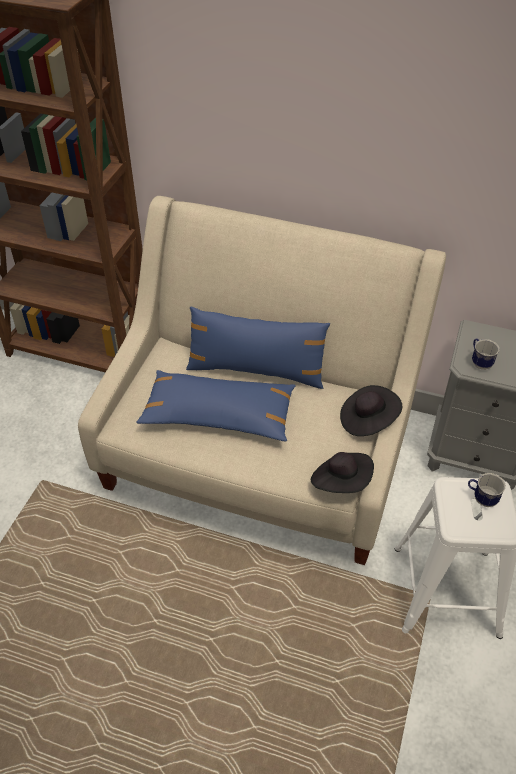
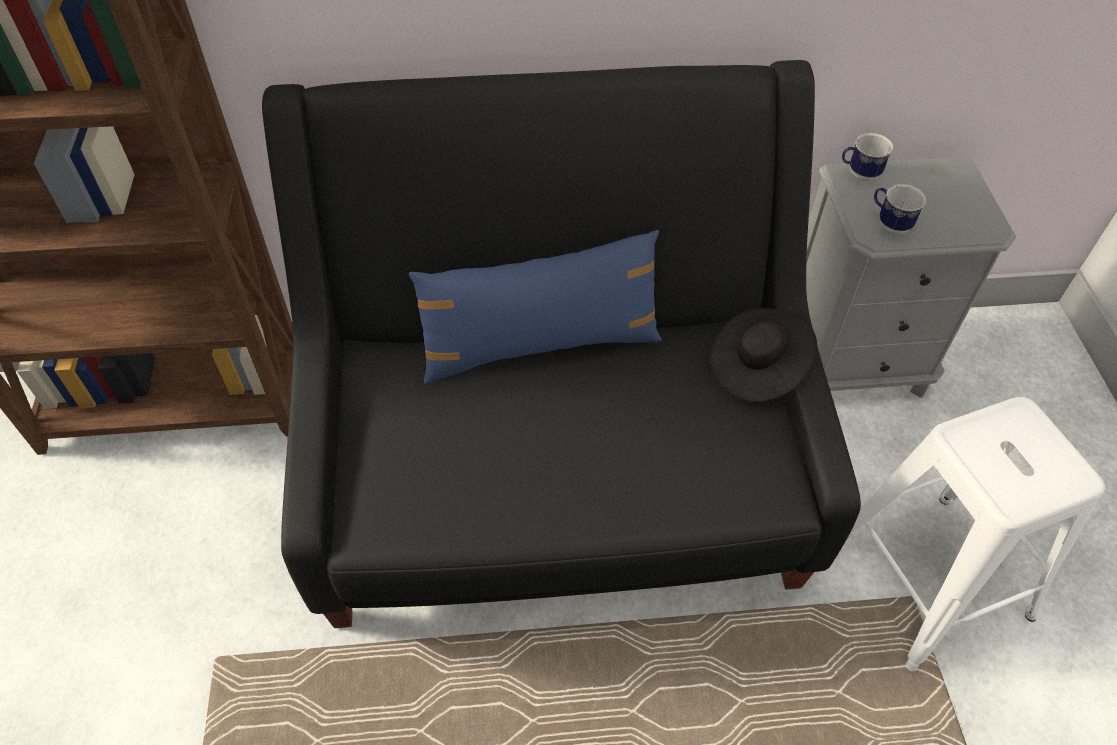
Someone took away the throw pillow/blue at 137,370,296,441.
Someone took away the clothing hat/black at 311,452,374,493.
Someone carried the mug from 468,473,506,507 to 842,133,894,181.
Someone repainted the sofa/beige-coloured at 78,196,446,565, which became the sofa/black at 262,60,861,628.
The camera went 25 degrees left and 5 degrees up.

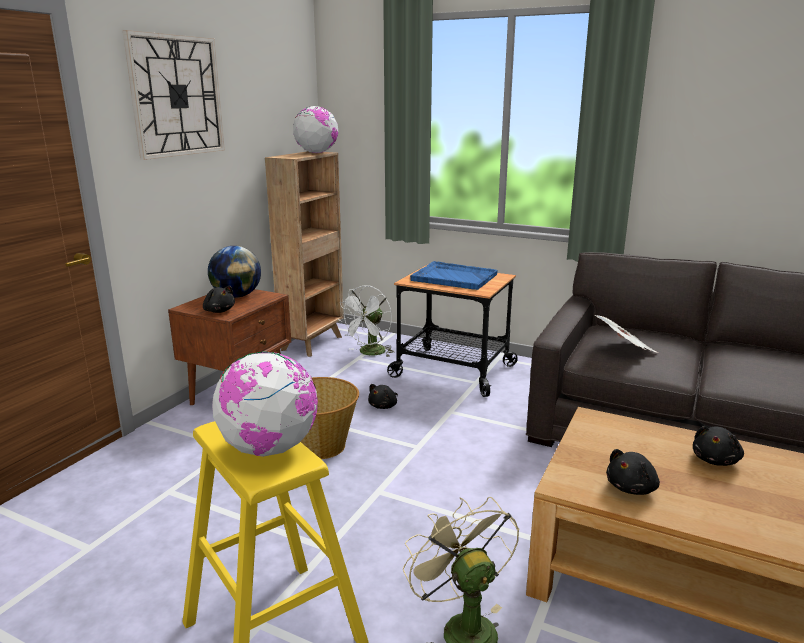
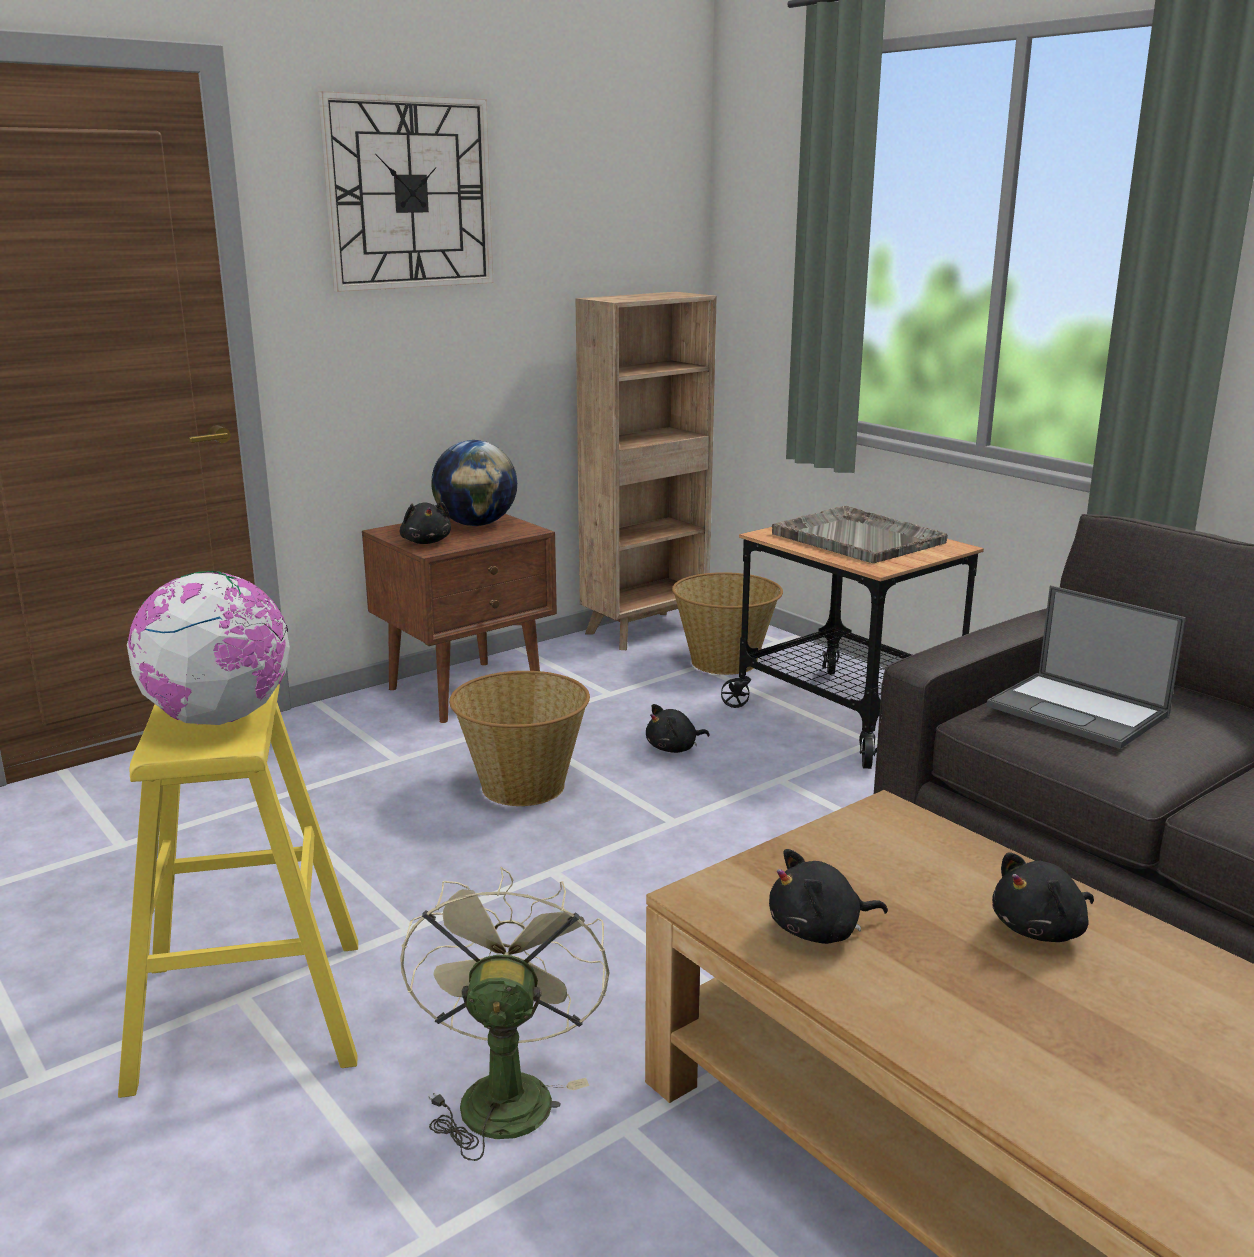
Someone took away the globe at 293,106,338,153.
Someone swapped the electric fan/whitish at 338,285,394,357 for the household basket at 672,572,783,675.
Someone swapped the printed paper at 594,315,658,353 for the laptop at 986,585,1186,749.
Someone repainted the carrying tray/blue at 410,261,498,290, which became the carrying tray/grey at 772,506,948,563.
The camera went 25 degrees right and 0 degrees up.

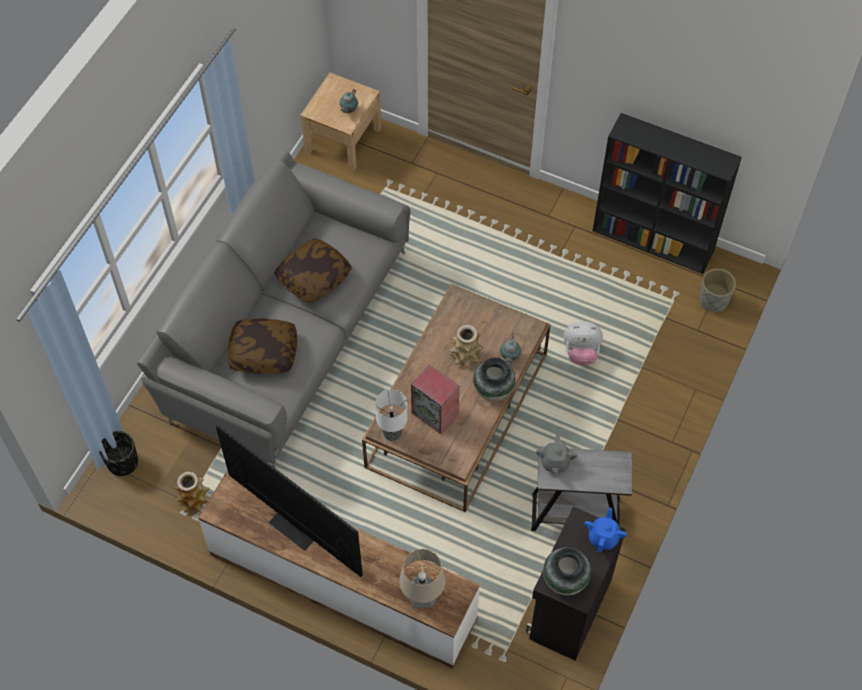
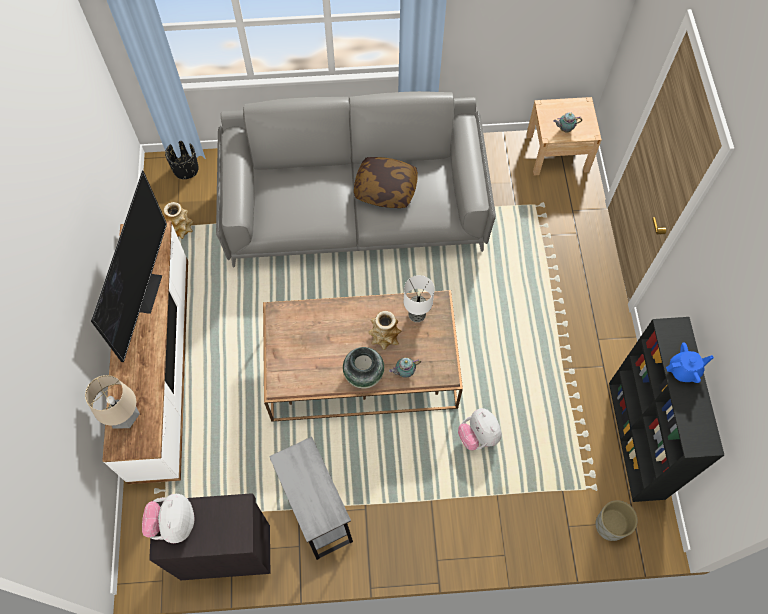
Someone took away the throw pillow at 228,319,297,374.
Someone took away the speaker at 411,365,459,434.
Someone took away the tea pot/grey at 536,435,577,473.
Someone carried the table lamp from 375,389,408,441 to 404,275,435,322.
Someone carried the tea pot/blue from 585,507,627,553 to 666,342,714,383.
Someone swapped the vase at 543,547,591,595 for the cuddly toy at 142,494,194,543.
The camera went 60 degrees right and 5 degrees up.

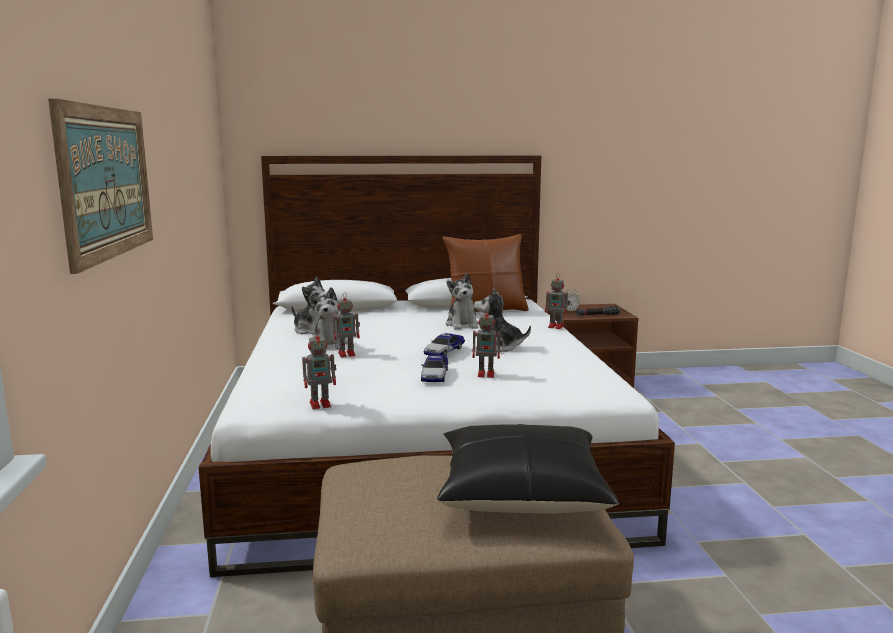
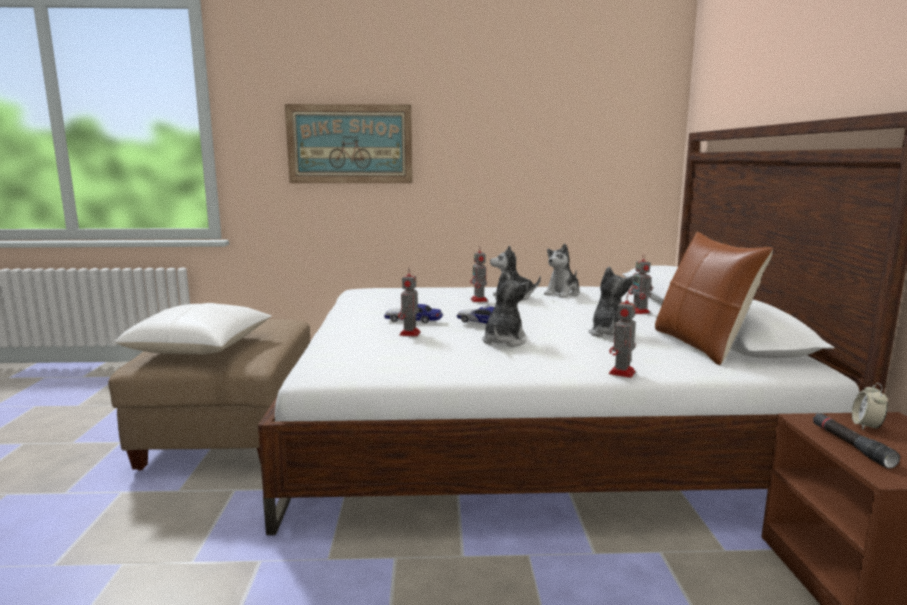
Someone carried the robot figure from 302,329,336,409 to 628,254,653,314.
Someone repainted the throw pillow/black at 437,424,619,514, which became the throw pillow/whitish at 115,303,272,355.
Someone rotated the cuddly toy at 446,273,479,330 by 105 degrees clockwise.
The camera went 95 degrees right and 0 degrees up.

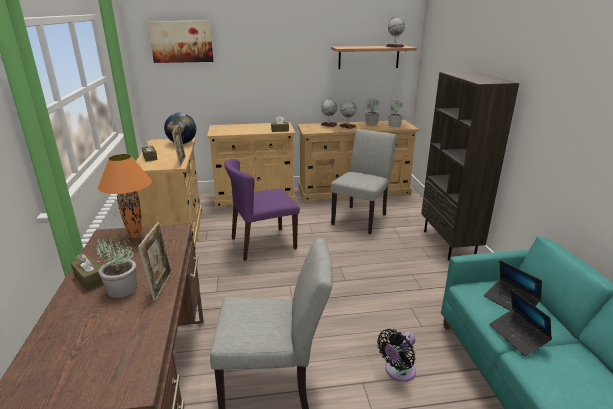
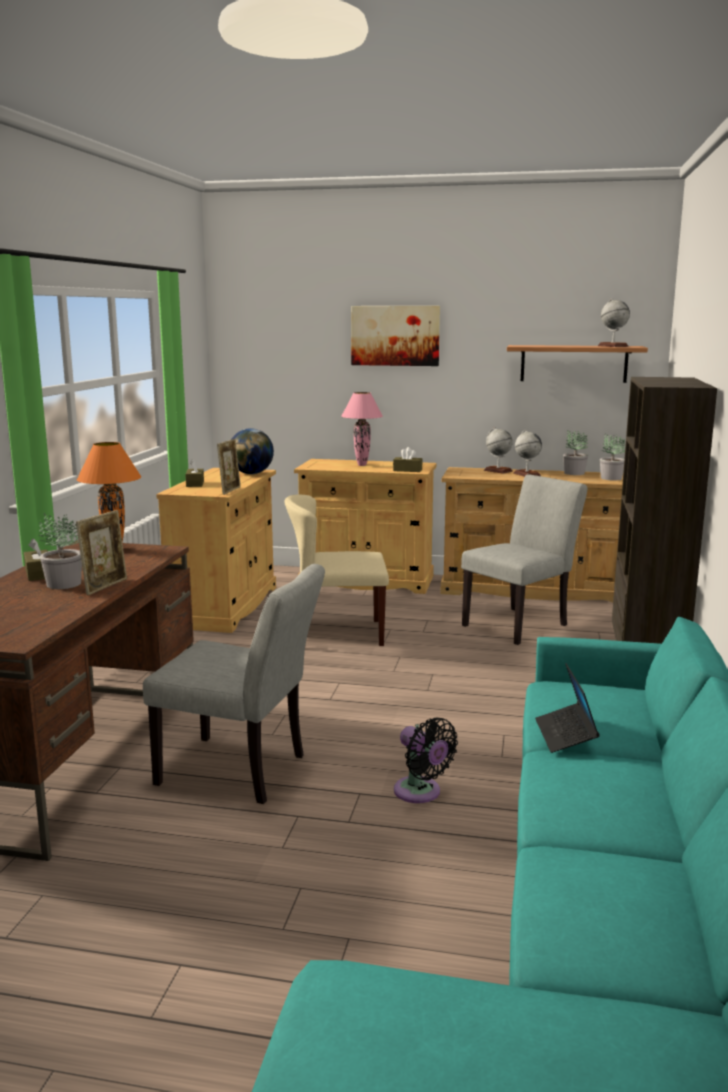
Someone took away the laptop at 484,260,542,311.
Someone put down the table lamp/pinkish at 341,392,383,466.
Someone carried the picture from 148,21,214,63 to 351,306,440,366.
Someone repainted the chair/purple at 224,159,300,261, which became the chair/beige-coloured at 284,494,389,646.
Someone rotated the electric fan/black at 377,329,416,382 by 105 degrees counterclockwise.
The camera went 20 degrees right and 10 degrees down.

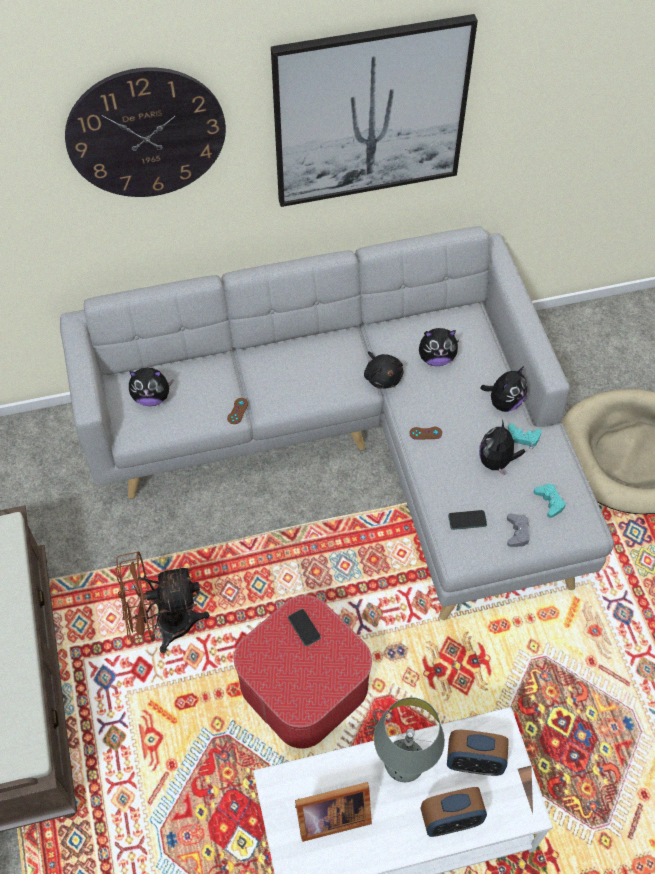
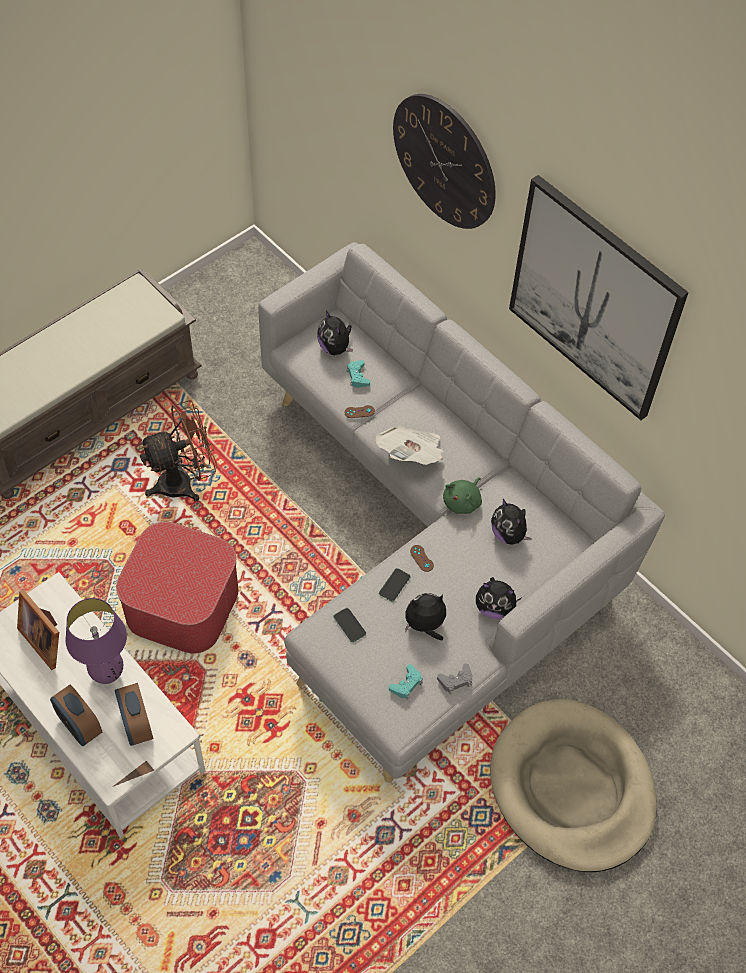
Someone put down the printed paper at 375,425,443,465.
Someone carried the handset from 288,609,321,646 to 379,568,411,602.
Someone carried the joypad/grey from 507,513,530,547 to 437,664,472,694.
Someone carried the joypad/blue-green from 508,423,542,449 to 346,360,370,388.
Someone repainted the cuddly toy/black at 364,351,403,389, which became the cuddly toy/green at 443,478,482,514.
Someone repainted the table lamp/grey at 374,697,445,782, which became the table lamp/purple at 65,598,127,684.
Someone rotated the electric fan/brown at 116,551,210,653 by 105 degrees clockwise.
The camera went 60 degrees right and 0 degrees up.

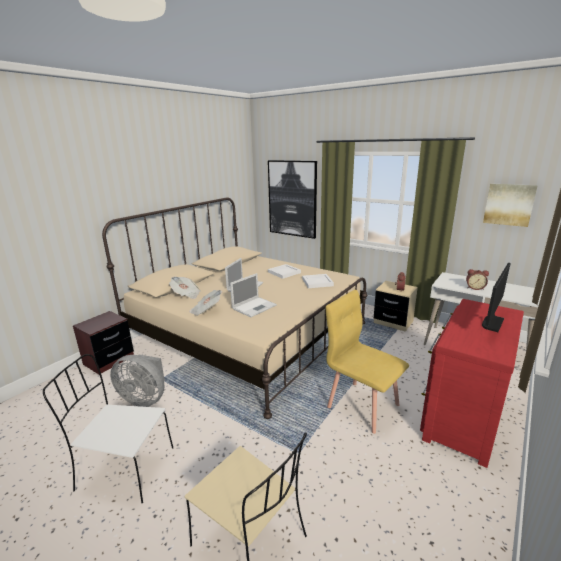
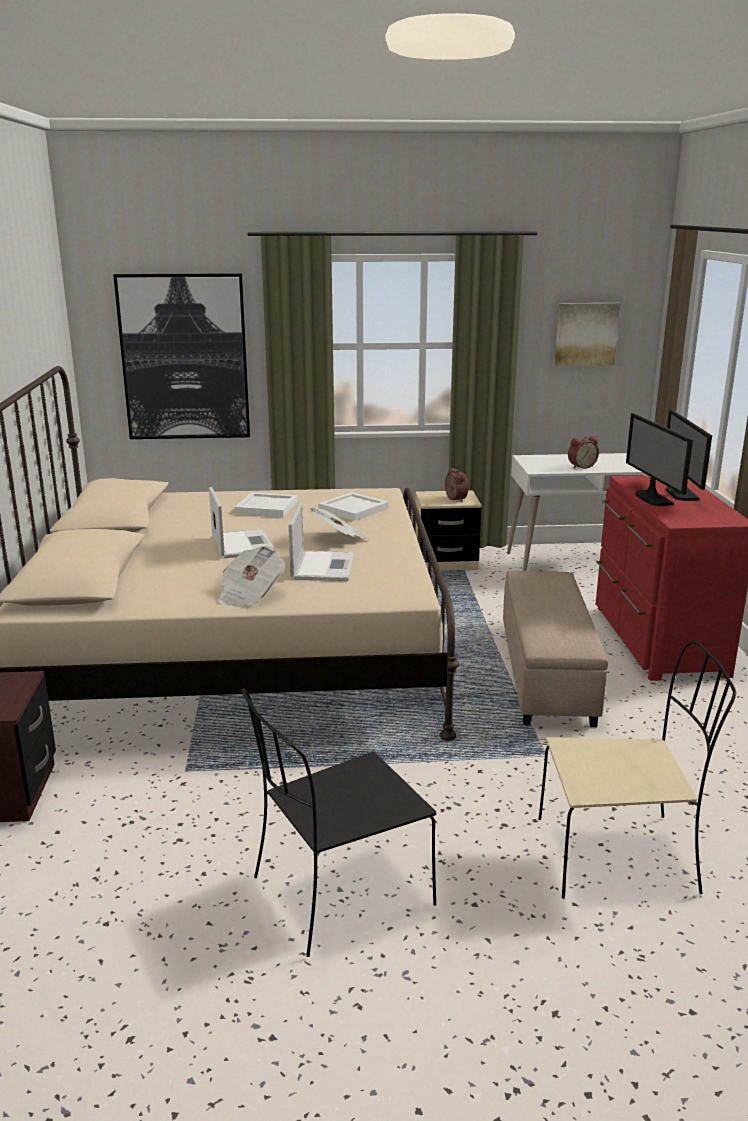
Someone took away the electric fan/grey at 110,355,165,407.
Someone put down the computer display at 626,413,693,506.
Someone carried the printed paper from 169,276,201,299 to 308,508,369,539.
Someone swapped the chair/yellowish at 326,290,409,434 for the ottoman/beige-coloured at 503,571,608,727.
Someone repainted the chair/whitish at 43,354,173,503, which became the chair/black at 241,689,436,957.
The camera went 40 degrees left and 0 degrees up.

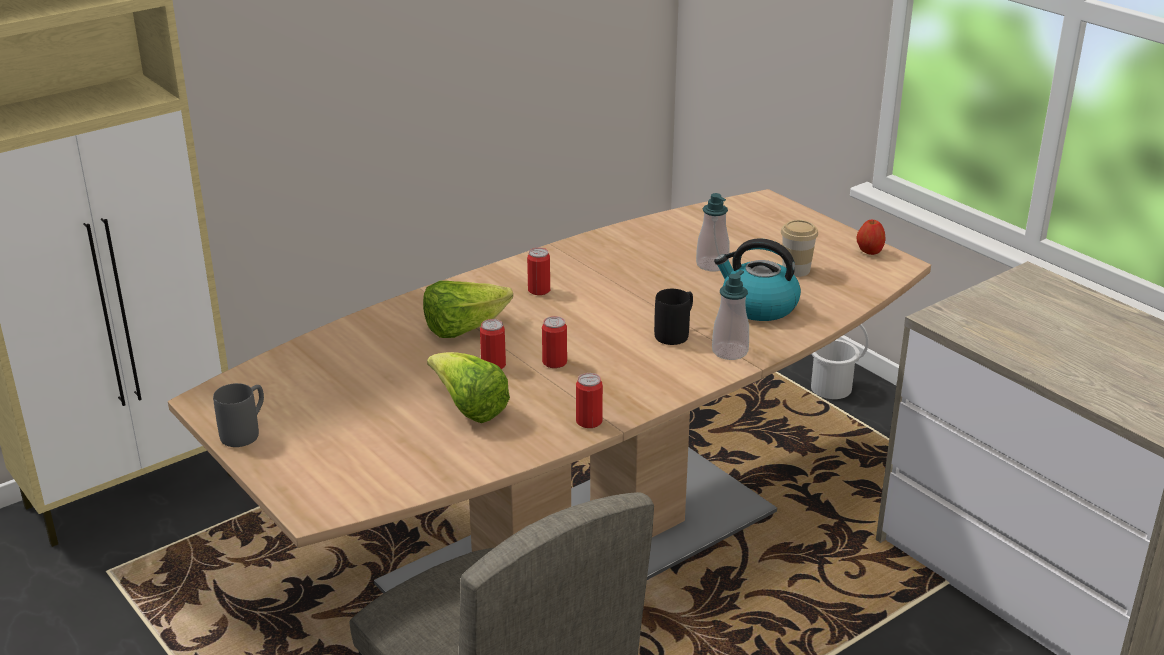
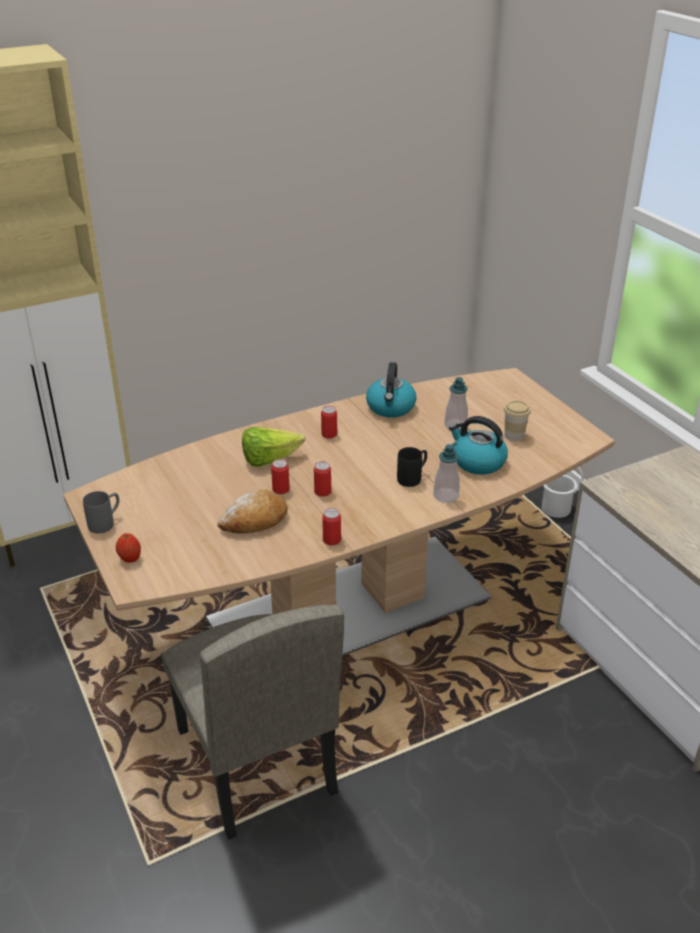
Someone put down the tea kettle at 366,362,417,417.
Someone carried the apple from 856,220,885,255 to 116,533,141,563.
Someone swapped the head of lettuce at 427,352,510,423 for the bakery bread at 217,490,288,534.
The camera went 10 degrees right and 5 degrees up.

